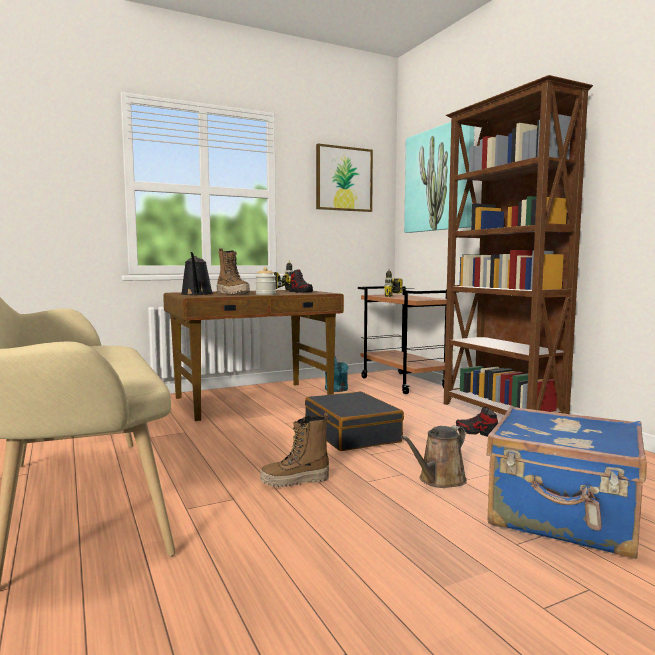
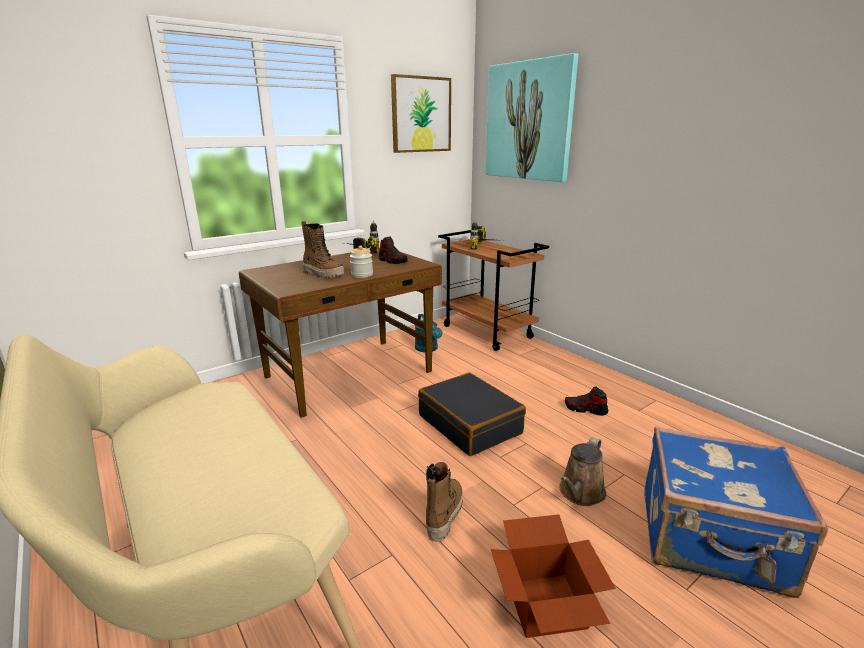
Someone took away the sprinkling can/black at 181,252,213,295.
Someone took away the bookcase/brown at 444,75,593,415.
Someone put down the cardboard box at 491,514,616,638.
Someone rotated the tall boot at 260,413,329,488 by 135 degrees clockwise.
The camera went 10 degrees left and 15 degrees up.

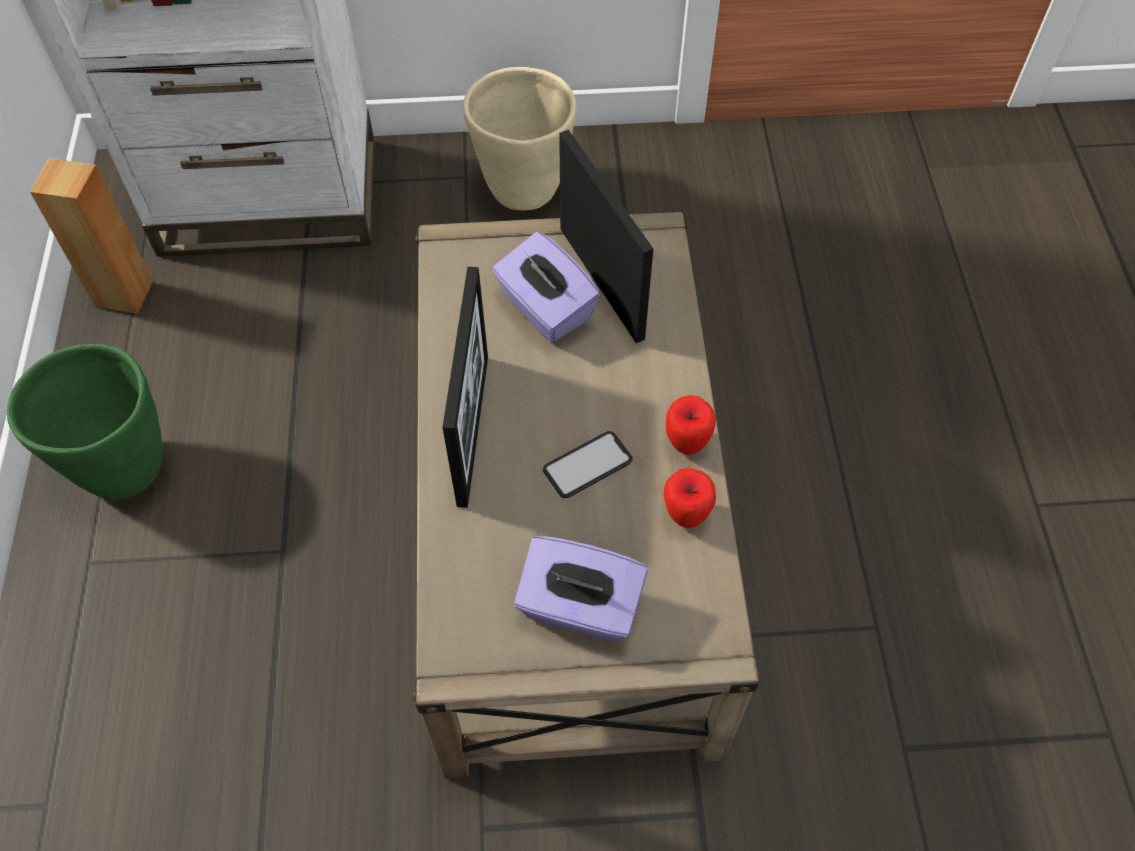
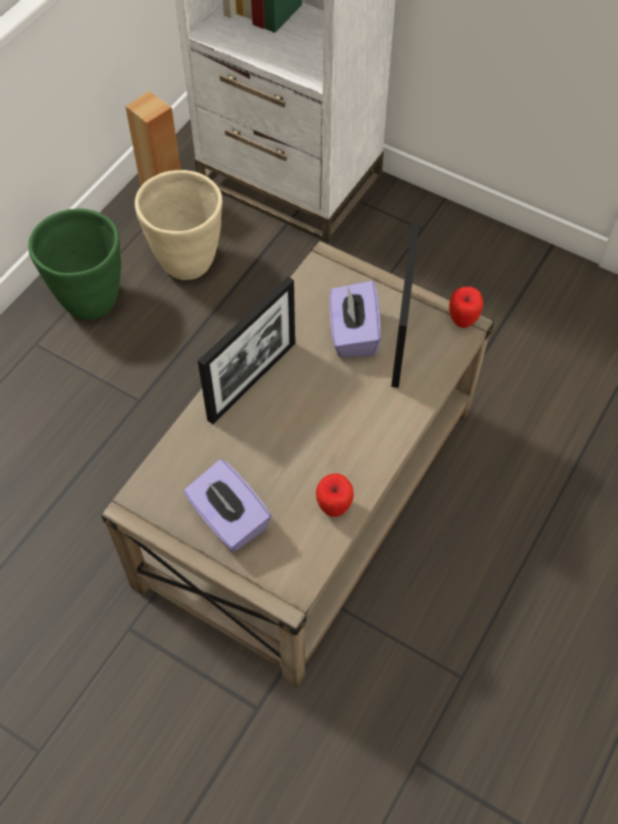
Someone took away the handset at 543,431,633,498.
Someone carried the flower pot/beige-coloured from 463,67,576,210 to 135,170,223,280.
Someone carried the apple from 666,395,716,455 to 449,287,483,328.
The camera went 35 degrees right and 0 degrees up.

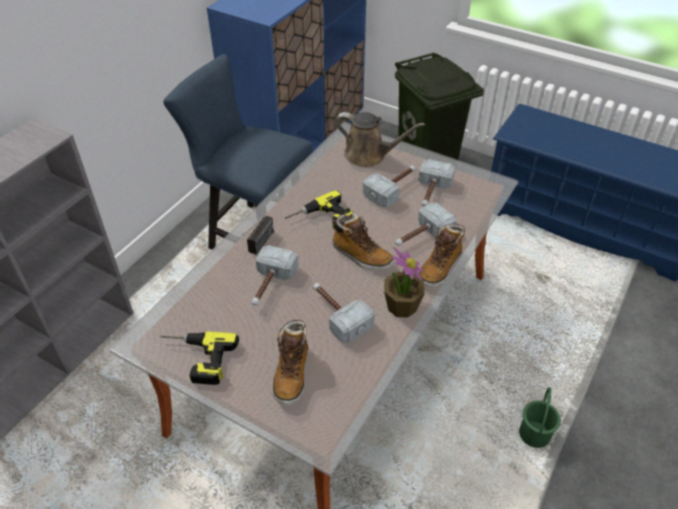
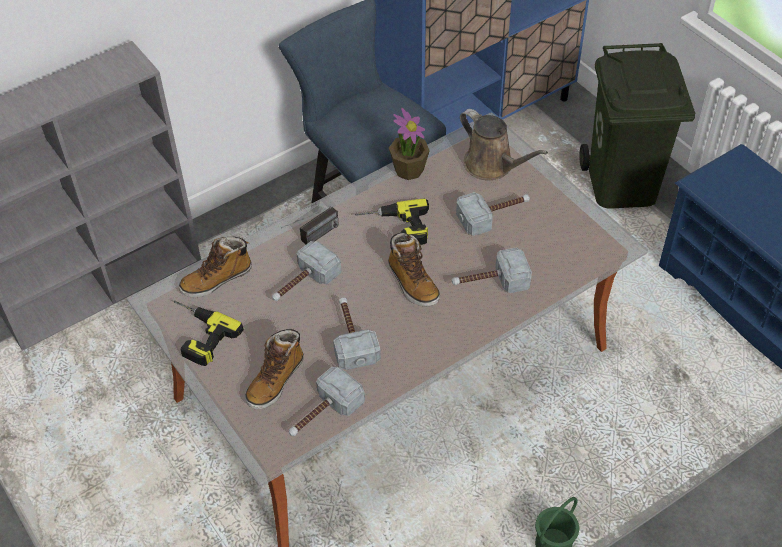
Someone carried the potted plant from 384,248,425,318 to 389,108,430,180.
Someone carried the tall boot from 418,224,465,287 to 179,237,252,297.
Someone carried the hand hammer from 419,159,455,206 to 289,367,365,436.
The camera went 25 degrees right and 5 degrees up.

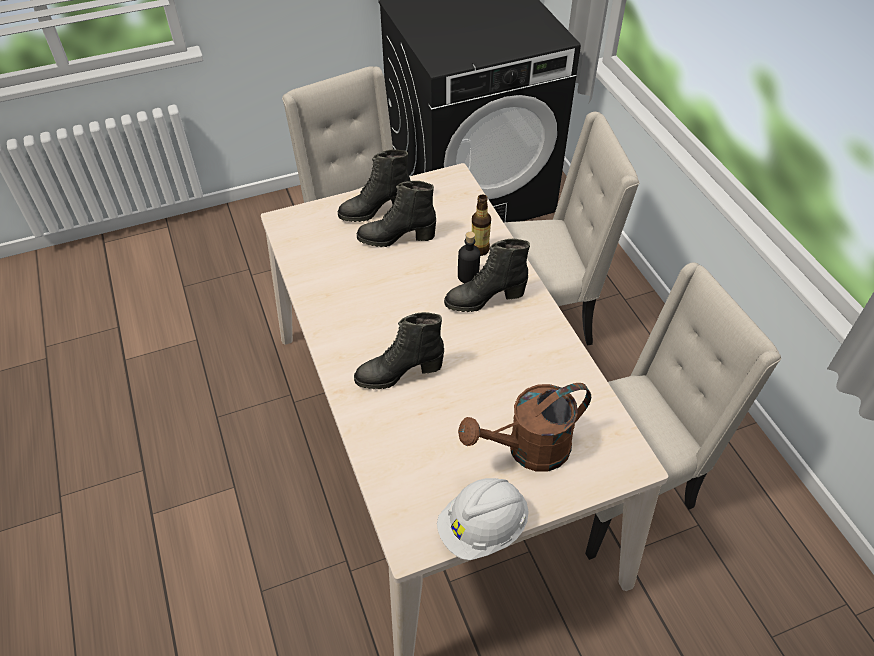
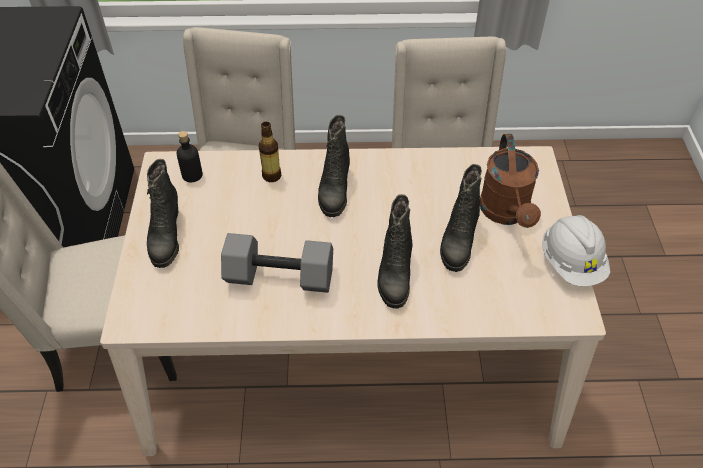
Someone put down the free weight/grey at 221,233,333,293.
Someone carried the tall boot/black from 357,181,436,247 to 440,164,482,272.
Someone carried the drink bottle/black from 458,232,480,283 to 176,131,203,182.
The camera went 70 degrees left and 0 degrees up.

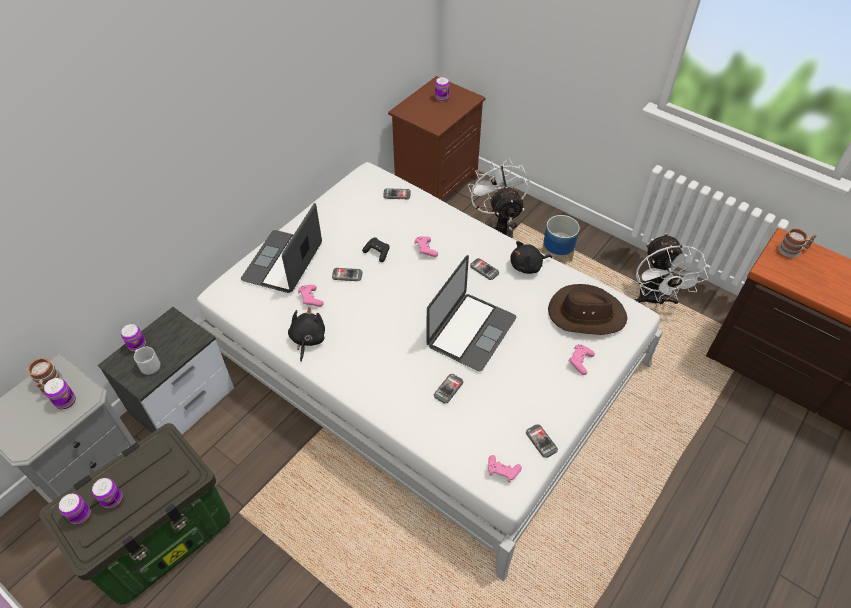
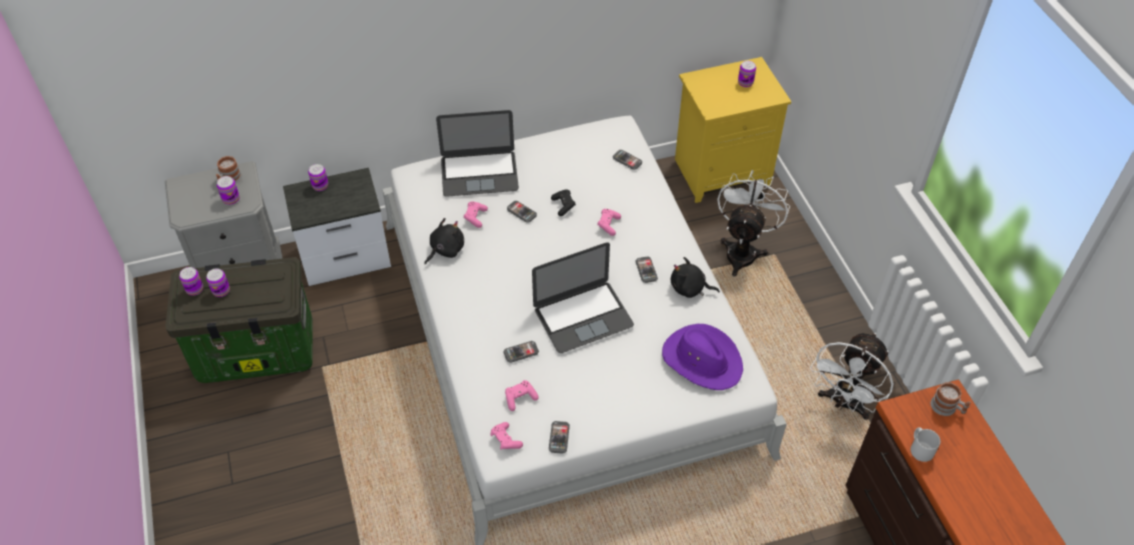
Someone took away the flower pot at 541,215,580,261.
Someone carried the mug/grey from 134,347,161,375 to 911,427,940,462.
Someone carried the joypad/pinkish from 568,344,595,375 to 505,380,539,411.
Someone repainted the nightstand/brown at 388,76,486,201, which became the nightstand/yellowish at 675,57,791,203.
Someone repainted the clothing hat/brown at 548,284,627,335, which became the clothing hat/purple at 662,324,743,390.
Someone rotated the laptop at 241,203,322,293 by 150 degrees counterclockwise.
The camera went 35 degrees right and 0 degrees up.

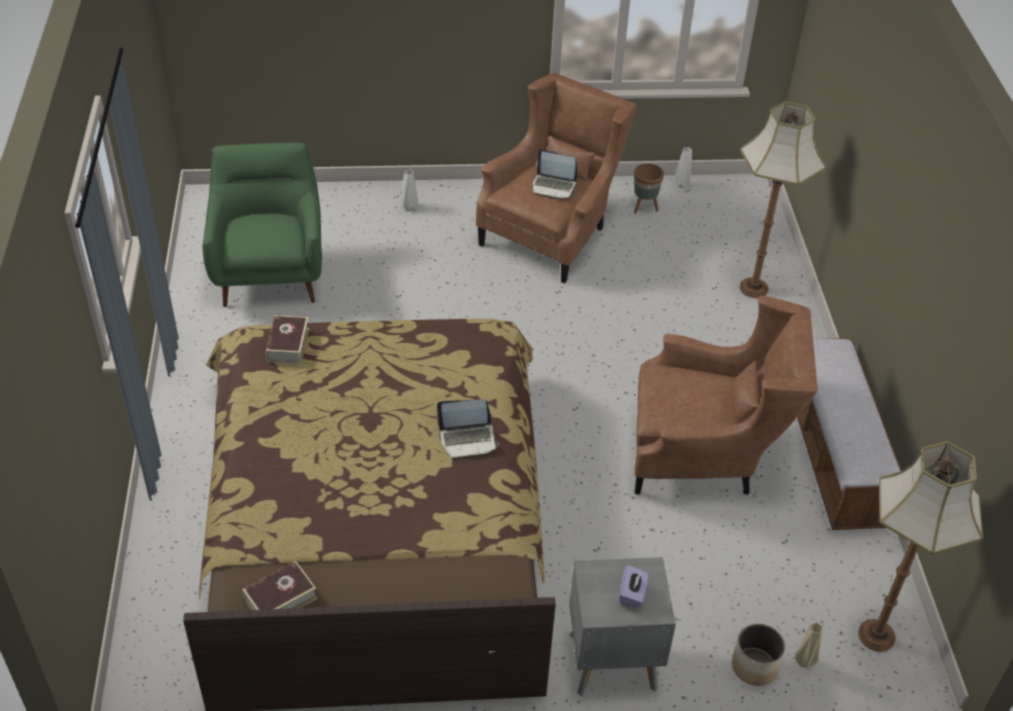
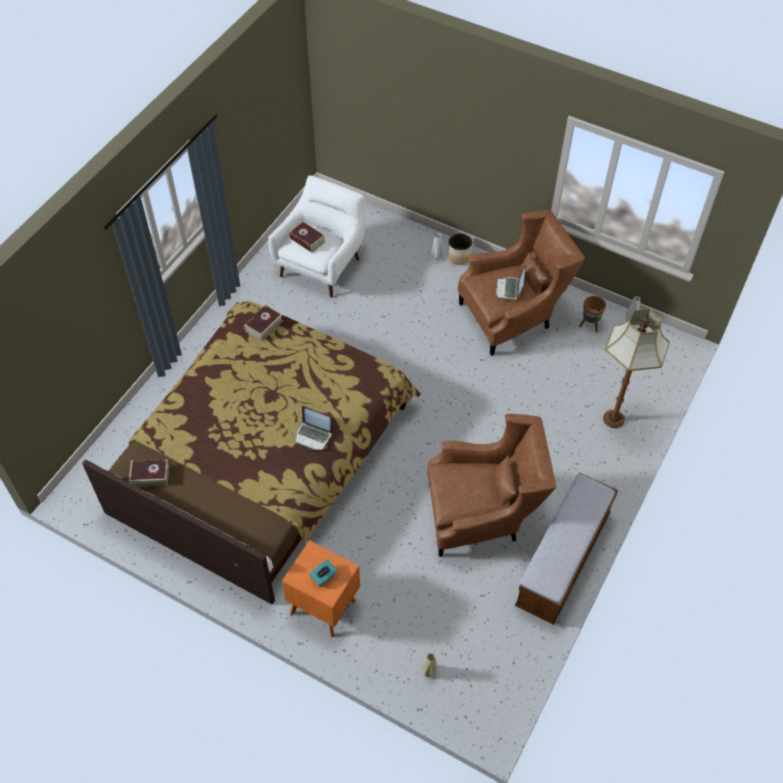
Someone took away the standard lamp at 858,441,983,652.
Someone put down the volume at 289,221,326,253.
Someone carried the flower pot from 732,624,785,686 to 447,233,472,265.
Someone repainted the lounge chair/green at 203,143,322,307, which became the lounge chair/whitish at 268,175,366,297.
Someone repainted the nightstand/grey at 569,557,676,695, which became the nightstand/orangey at 282,540,360,638.
Someone repainted the tissue holder/purple at 620,565,649,608, which became the tissue holder/blue-green at 309,559,337,587.
Someone rotated the laptop at 533,149,577,199 by 45 degrees clockwise.
Someone rotated the lounge chair/brown at 634,296,818,495 by 45 degrees counterclockwise.
The camera went 35 degrees right and 10 degrees up.

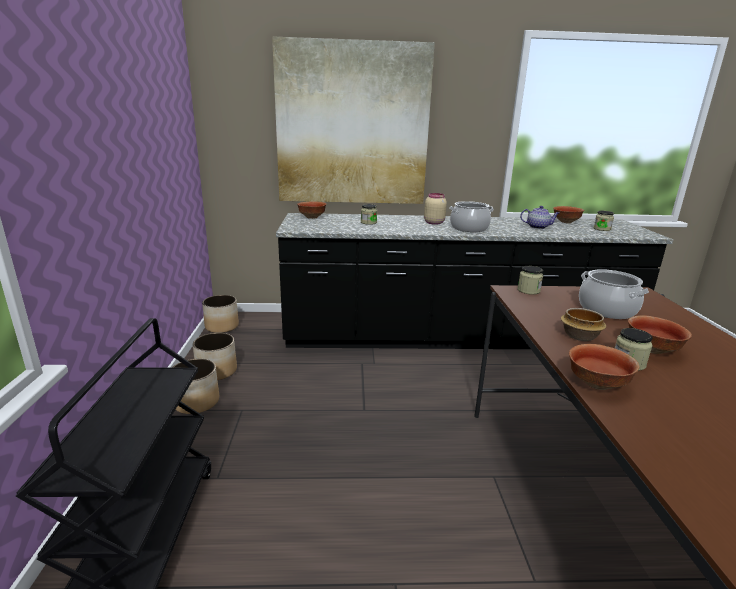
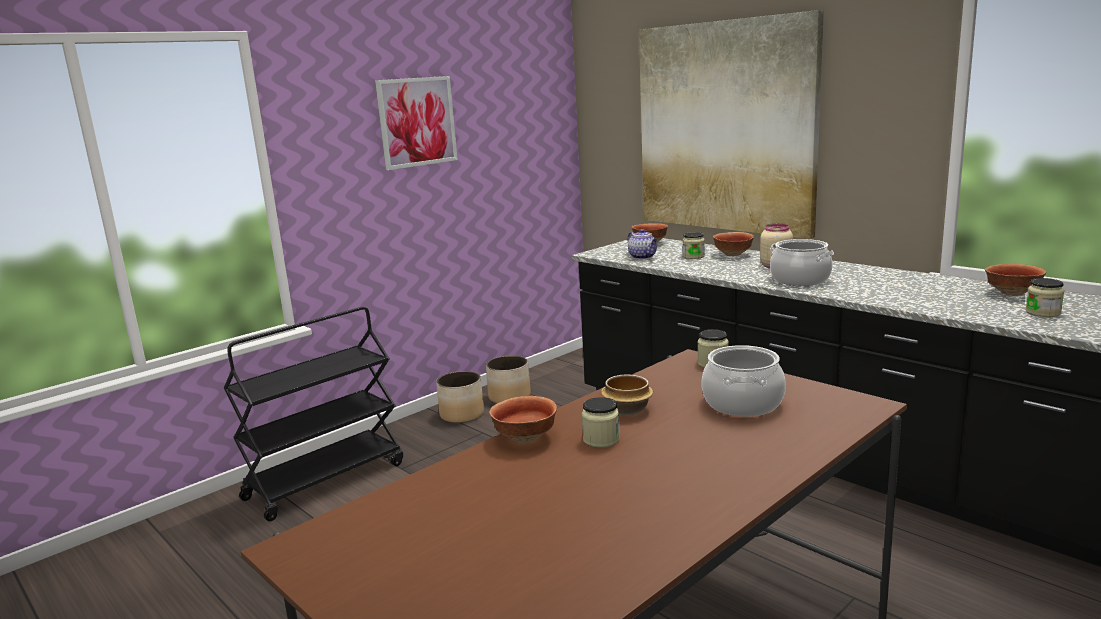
Someone took away the flower pot at 202,295,239,333.
Someone put up the picture at 375,76,458,170.
Someone carried the tea pot from 520,206,559,229 to 627,229,658,259.
Someone carried the bowl from 628,315,692,354 to 713,232,754,256.
The camera went 50 degrees right and 5 degrees down.

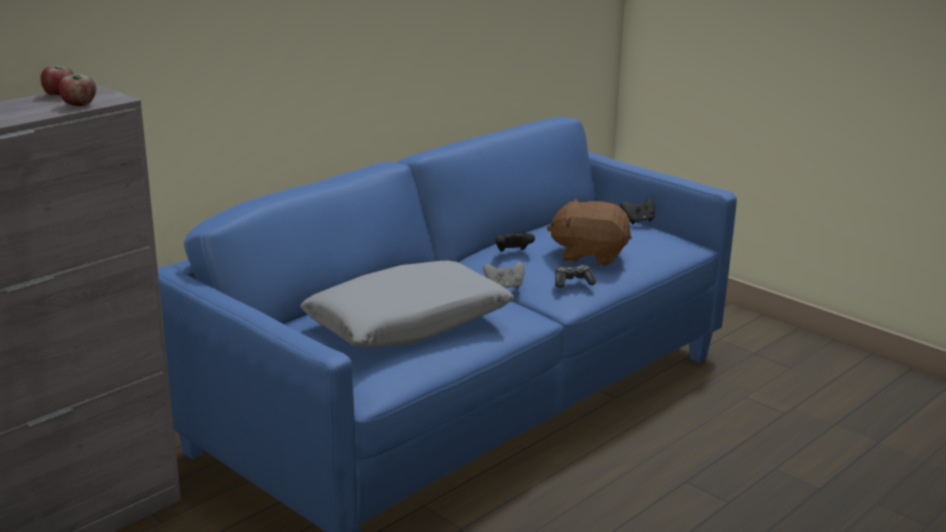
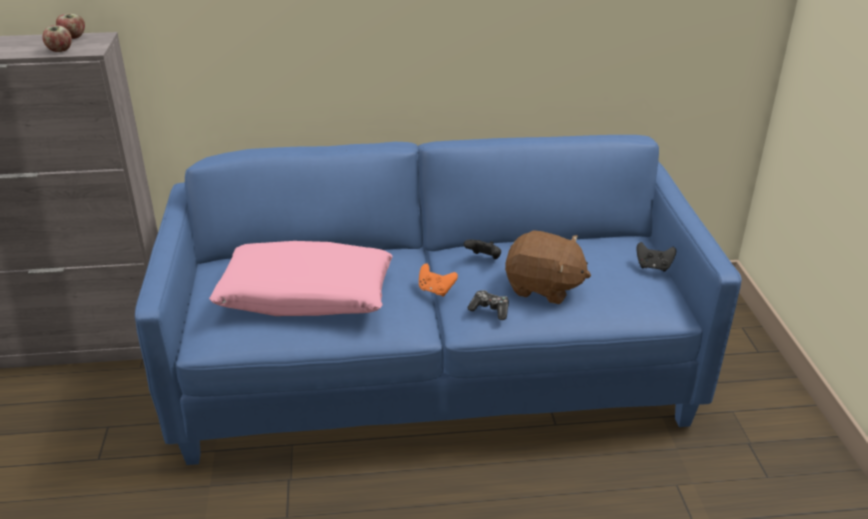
Someone repainted the throw pillow/grey at 300,261,514,348, which became the throw pillow/pinkish at 209,241,393,316.
Someone repainted the joypad/grey at 483,262,525,289, which became the joypad/orangey at 419,264,458,297.
Someone rotated the cuddly toy/brown at 547,199,632,266 by 150 degrees clockwise.
The camera went 40 degrees right and 10 degrees up.

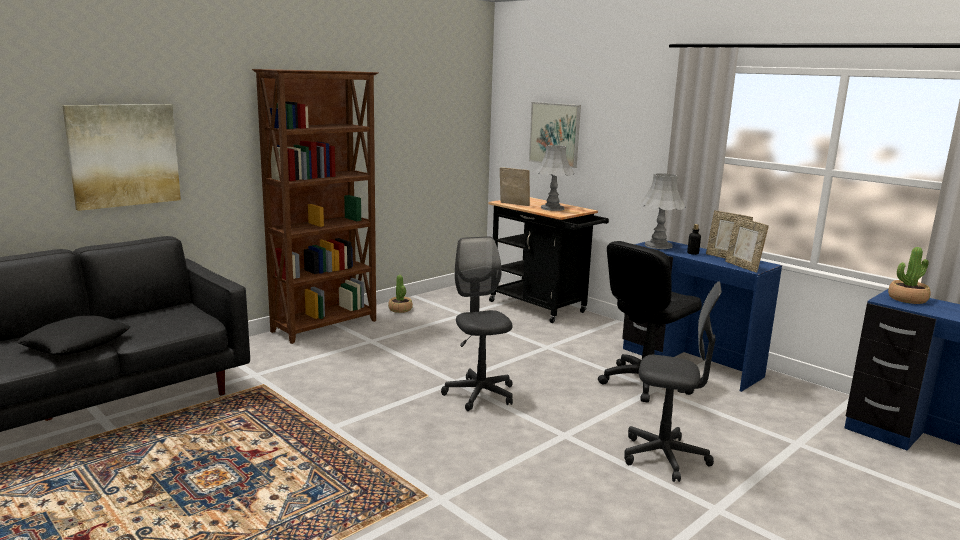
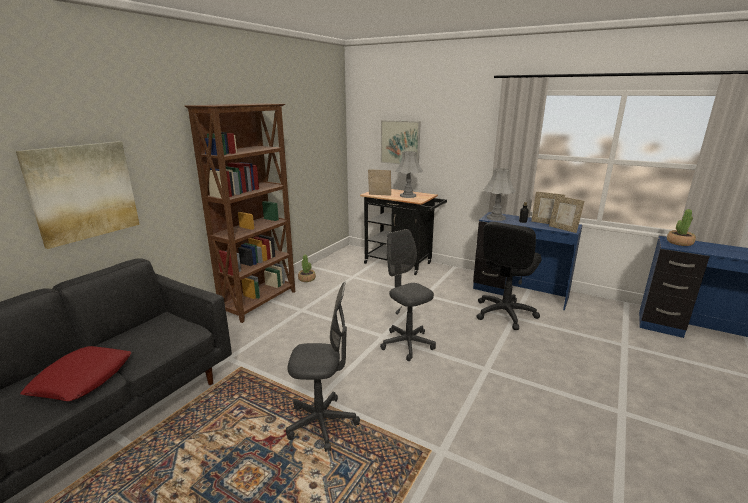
Someone carried the office chair/grey from 624,281,722,482 to 286,282,360,452.
Someone repainted the throw pillow/black at 17,315,130,355, which became the throw pillow/red-coloured at 20,346,132,401.
The camera went 15 degrees left and 5 degrees up.

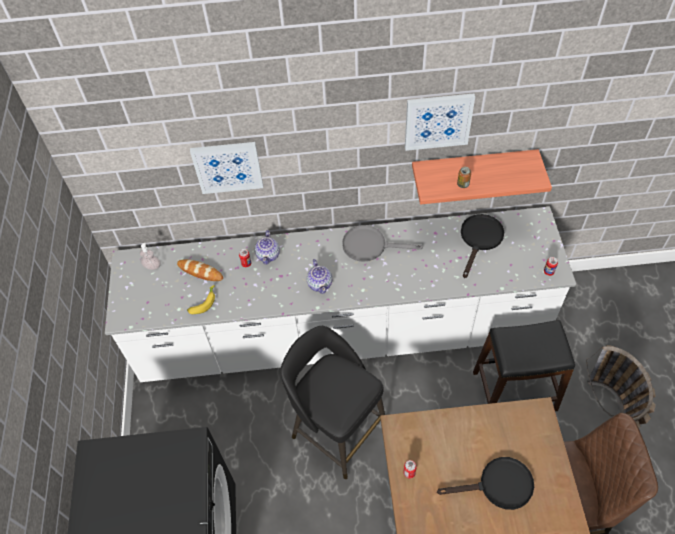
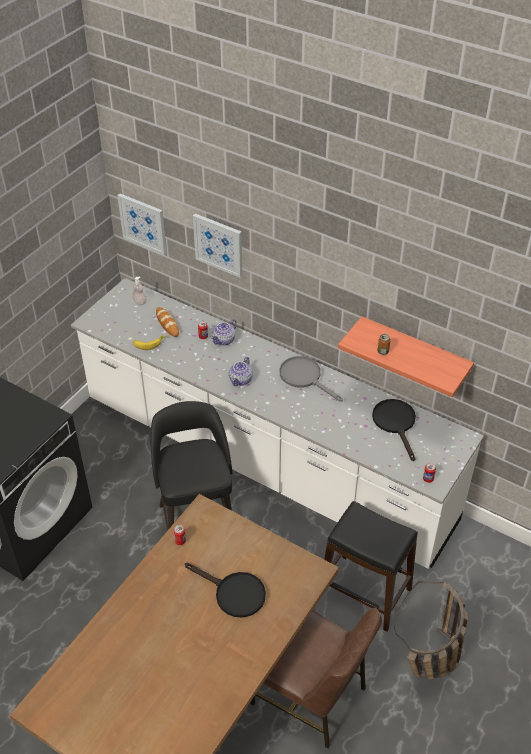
Someone carried the picture from 405,93,475,151 to 117,194,167,255.
Someone rotated the skillet/black at 461,214,504,278 by 75 degrees counterclockwise.
The camera went 35 degrees right and 10 degrees down.

